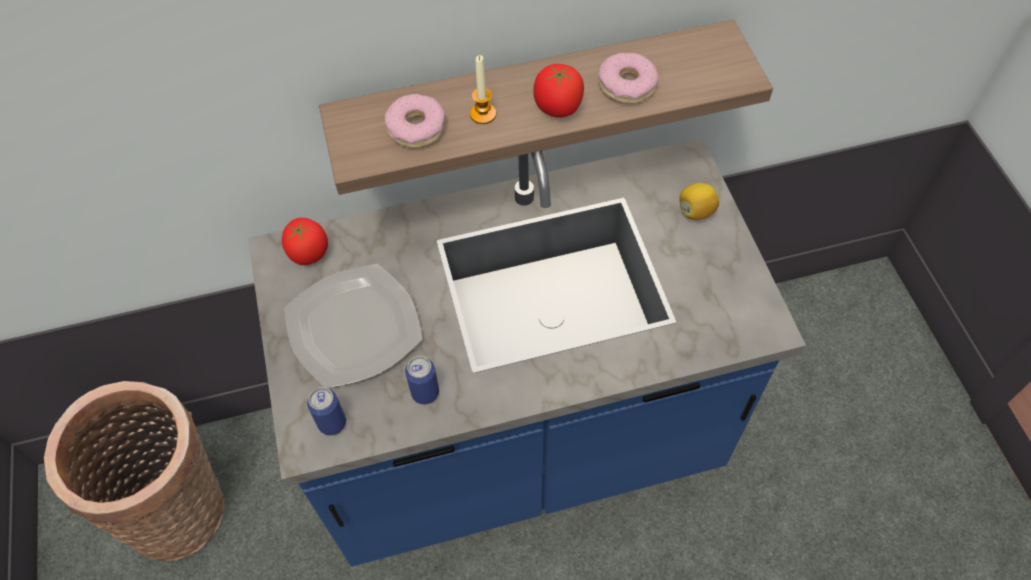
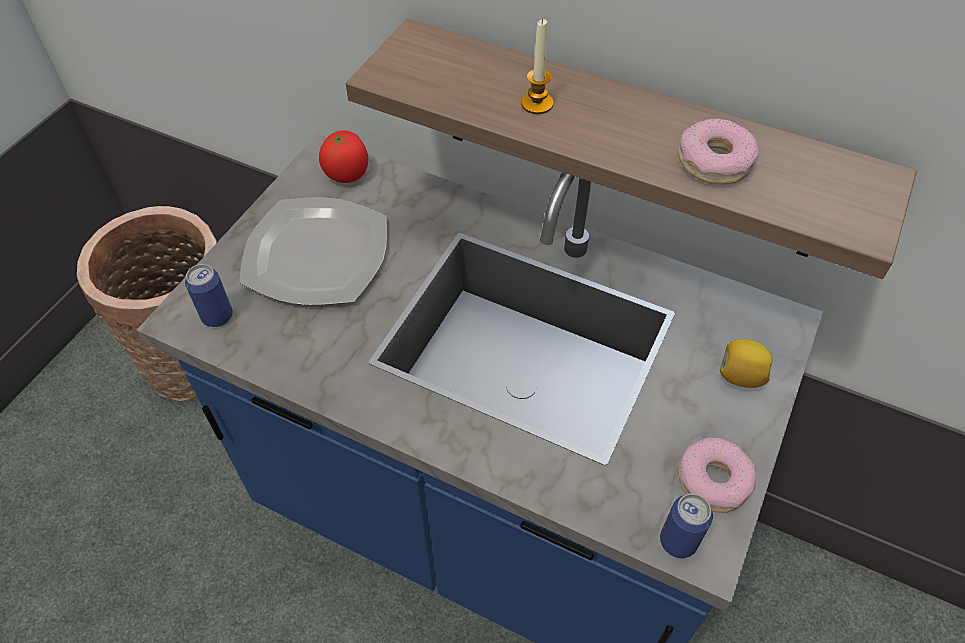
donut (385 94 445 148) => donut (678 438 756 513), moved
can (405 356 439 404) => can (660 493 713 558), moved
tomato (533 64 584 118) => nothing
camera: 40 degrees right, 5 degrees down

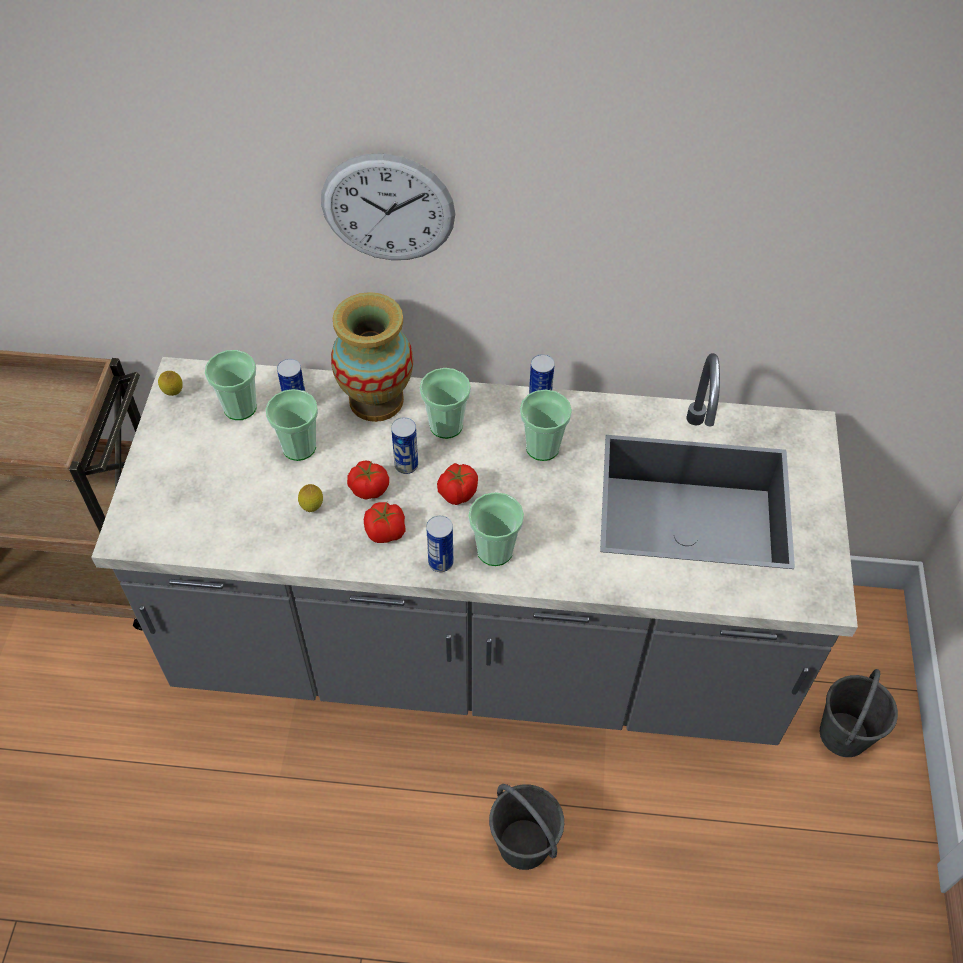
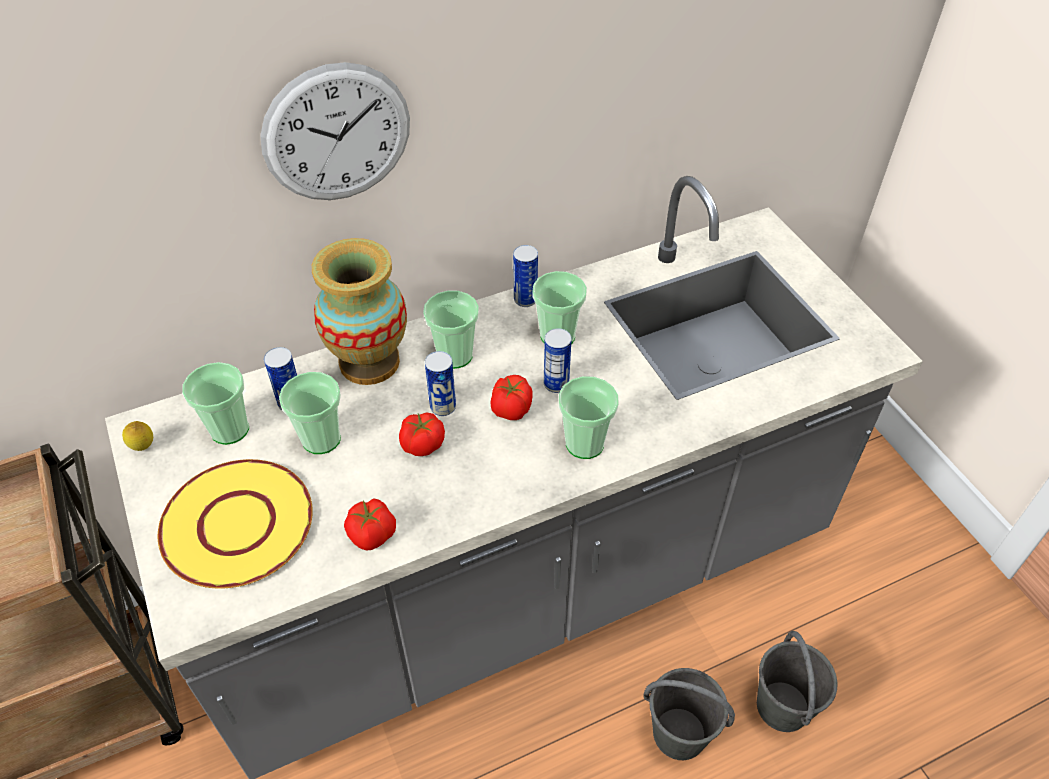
lemon (298 484 323 512) => nothing
tomato (364 502 406 543) => tomato (344 498 396 551), moved
can (426 516 454 572) => can (544 328 572 393), moved
grey bucket (820 669 898 757) => grey bucket (757 631 837 732), moved
nothing => yellow plate (158 459 313 589)
camera: 30 degrees left, 5 degrees down

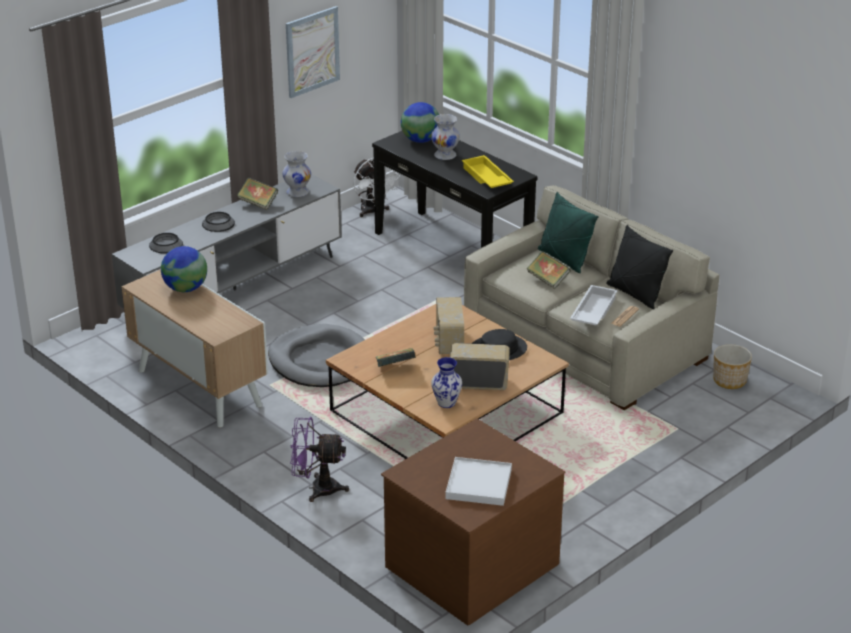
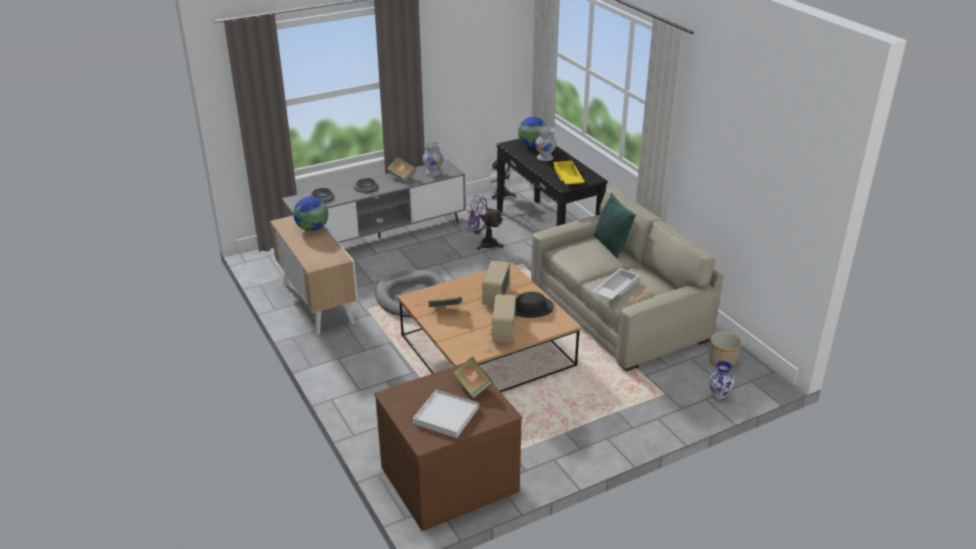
picture (286 6 340 98) => nothing
purple fan (290 417 349 502) => purple fan (467 196 503 250), moved
vase (431 357 462 408) => vase (709 361 734 401), moved
radio (450 343 510 390) => radio (490 294 516 343), 105 degrees counterclockwise
book (527 251 571 289) => book (452 357 493 399), moved
black pillow (607 225 673 309) => nothing
camera: 15 degrees right, 0 degrees up

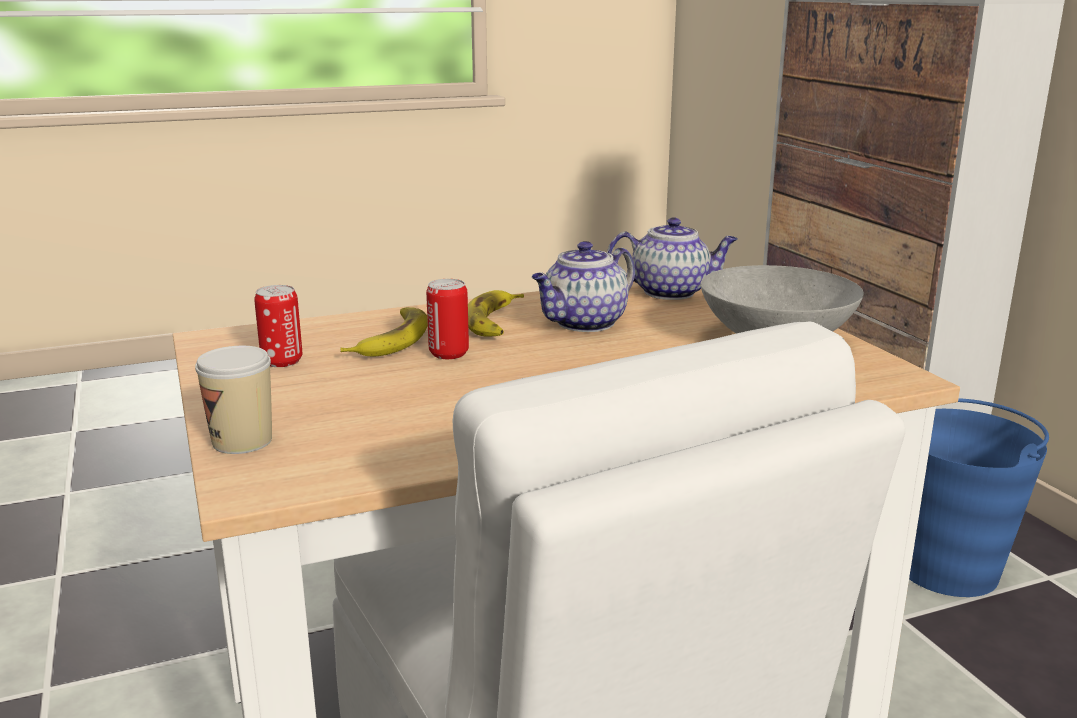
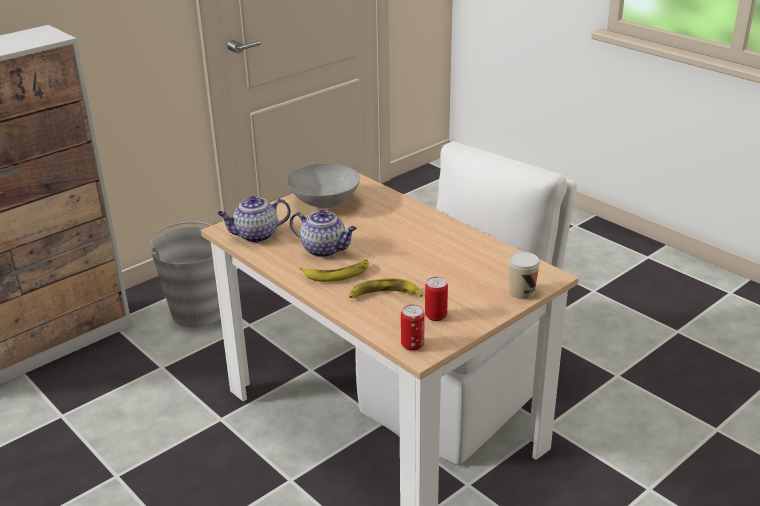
can (426 279 469 359) => can (401 304 425 351), moved
teapot (607 217 738 300) => teapot (217 196 291 243), 90 degrees counterclockwise
blue bucket (909 398 1049 597) => grey bucket (150 221 220 327)
camera: 110 degrees left, 10 degrees up

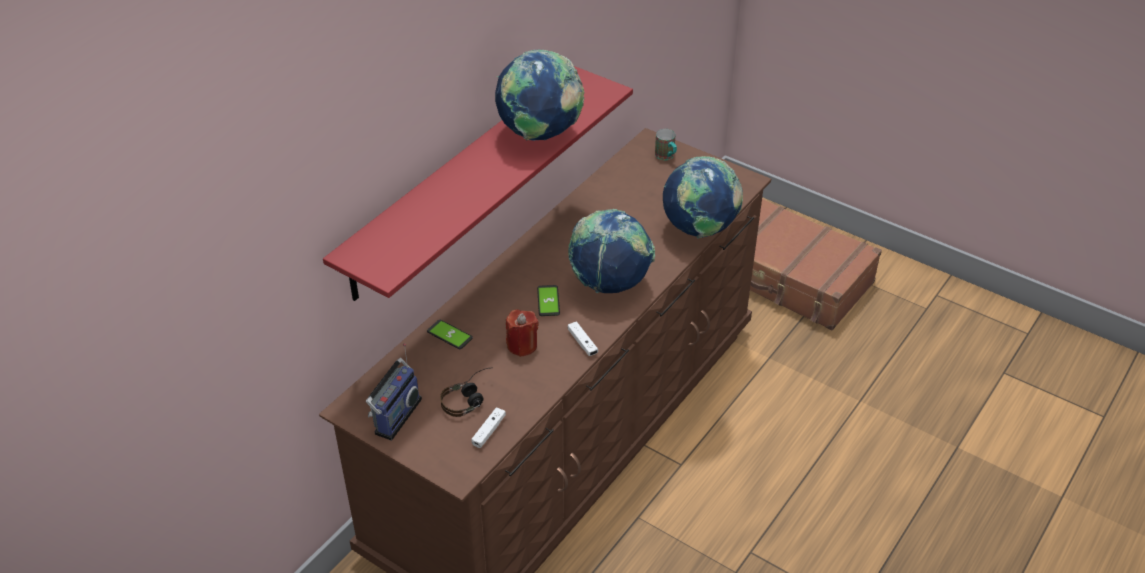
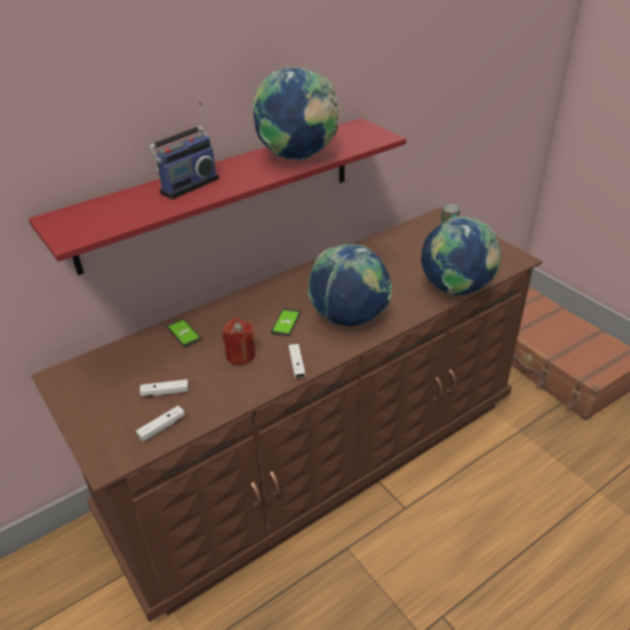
radio (366 343 422 441) => radio (148 102 219 199), moved
headphones (440 368 490 417) => white game controller (140 379 189 396)
camera: 20 degrees right, 5 degrees down

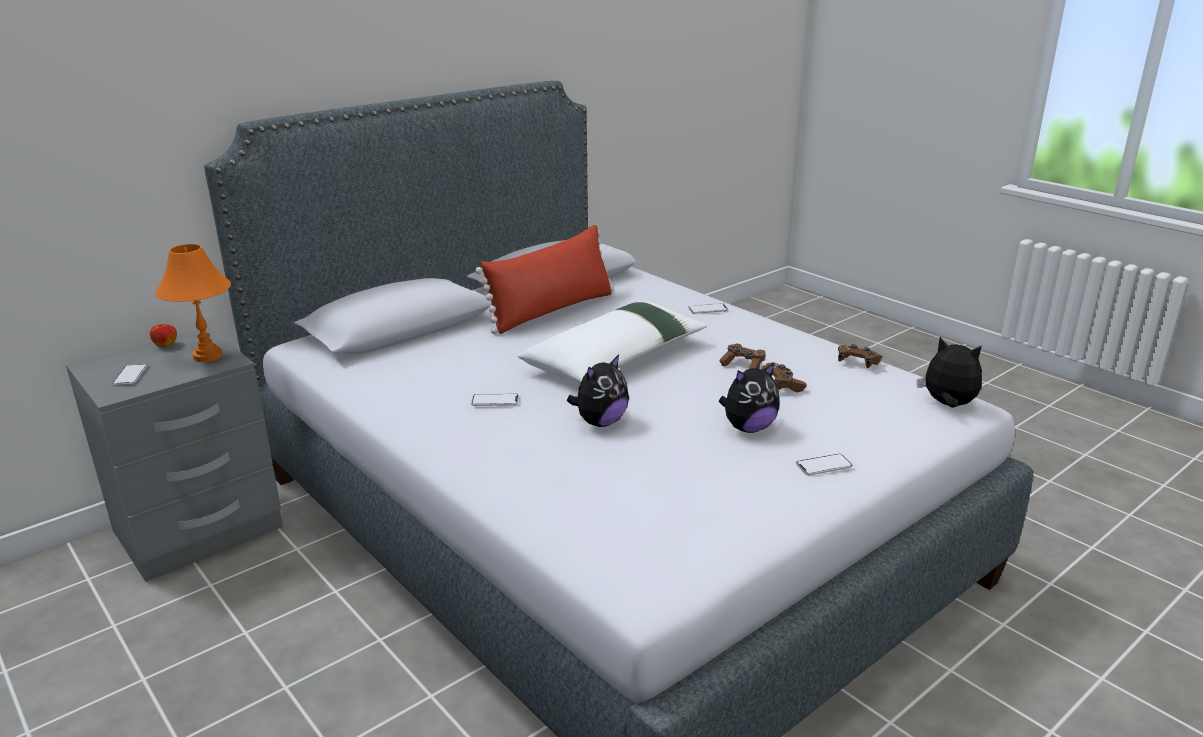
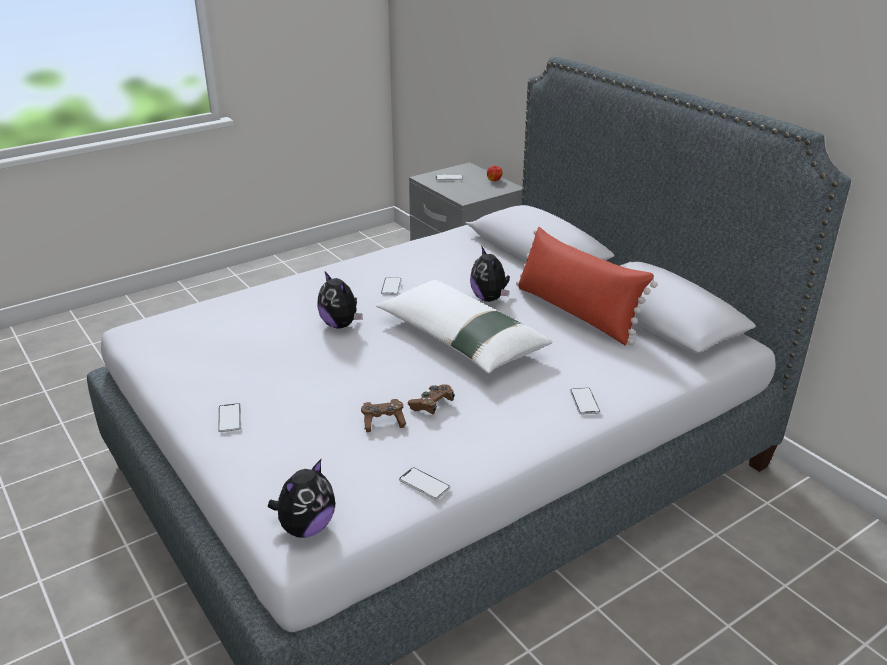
orange table lamp (155 244 231 362) => nothing
plush toy (719 362 780 433) => plush toy (470 247 510 302), moved
brown game controller (838 344 882 368) => phone (399 467 450 499)
camera: 95 degrees right, 5 degrees up

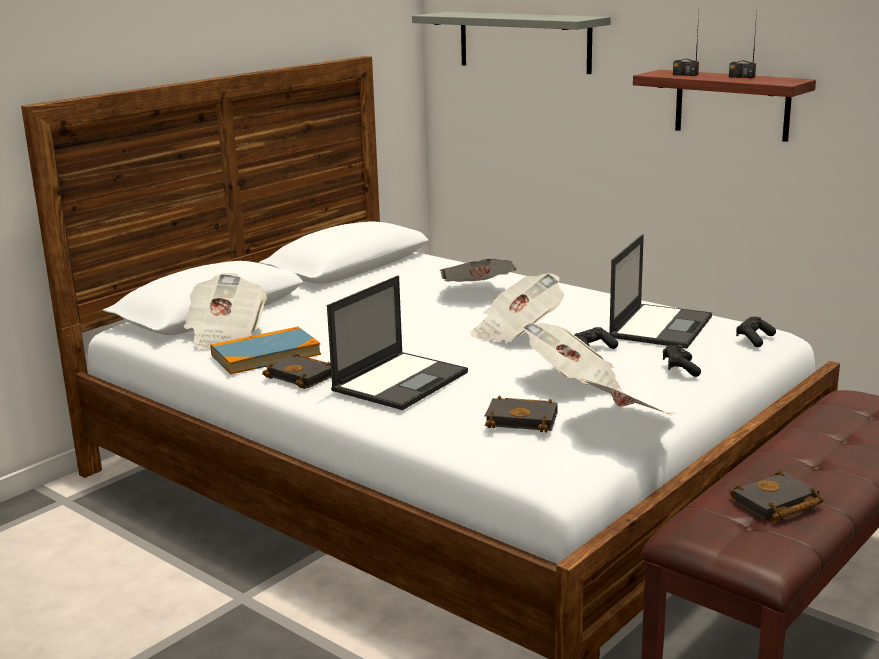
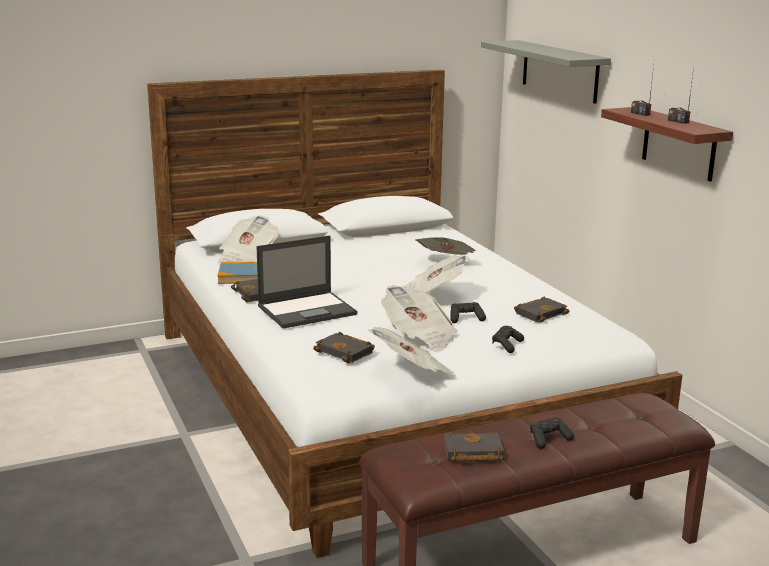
laptop (609 234 712 348) => black book (514 296 569 323)
black game controller (736 316 776 347) => black game controller (530 417 574 449), moved
camera: 25 degrees right, 0 degrees up

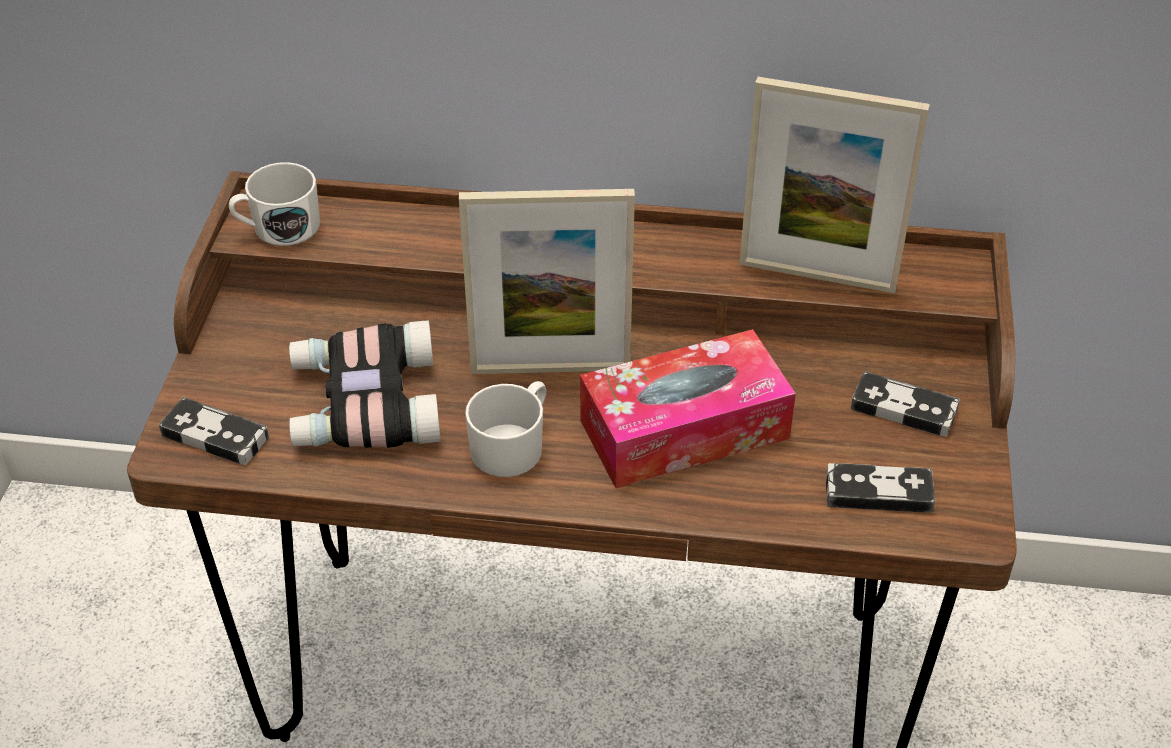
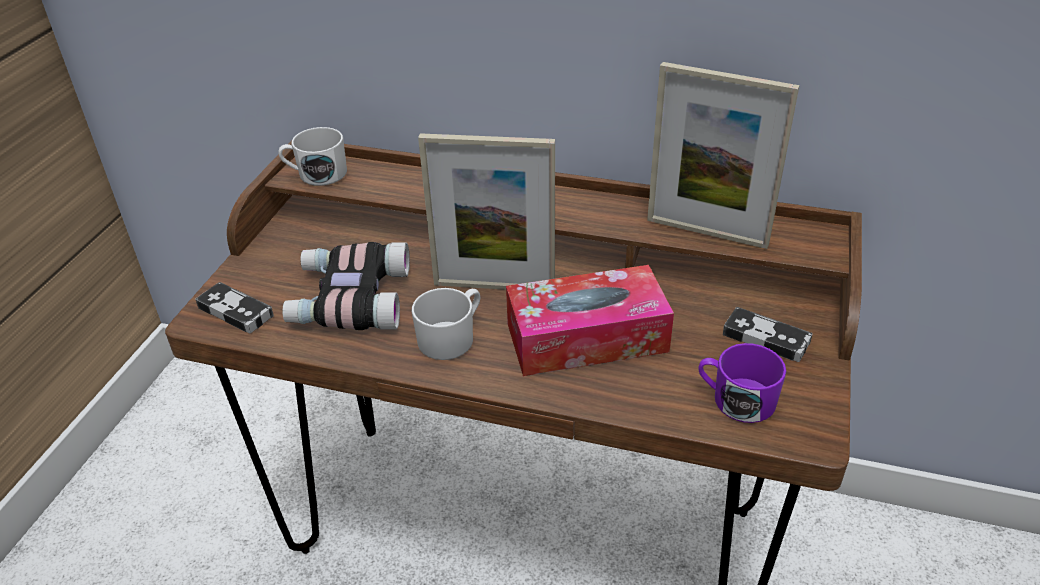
game controller (826 463 935 513) => purple mug (699 343 786 423)
camera: 10 degrees right, 5 degrees down

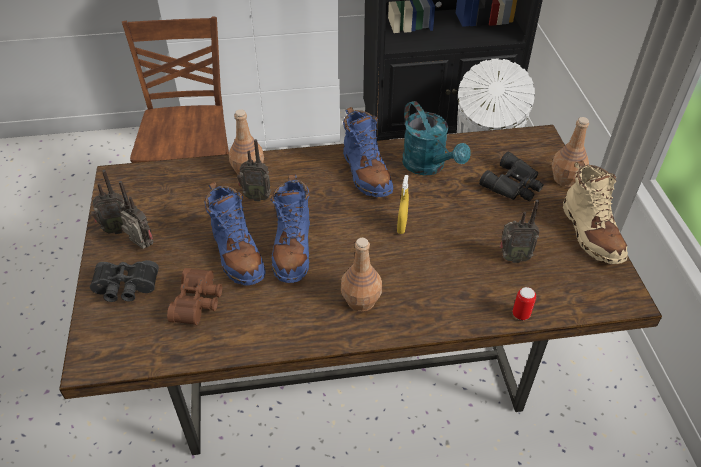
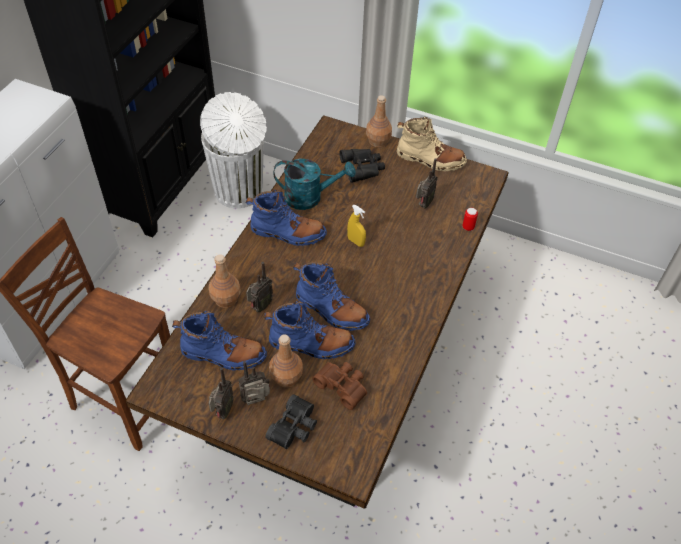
brown bottle (341 238 382 312) => brown bottle (269 334 303 387), moved
nothing => blue boot (172 310 267 370)
camera: 60 degrees left, 5 degrees up

